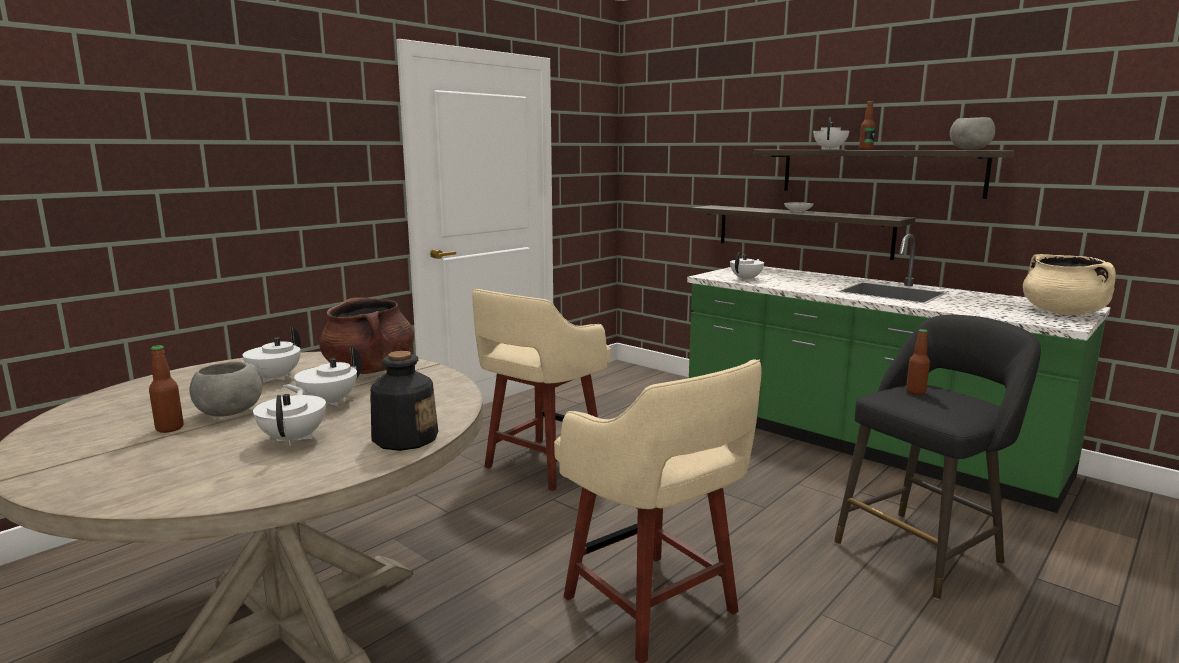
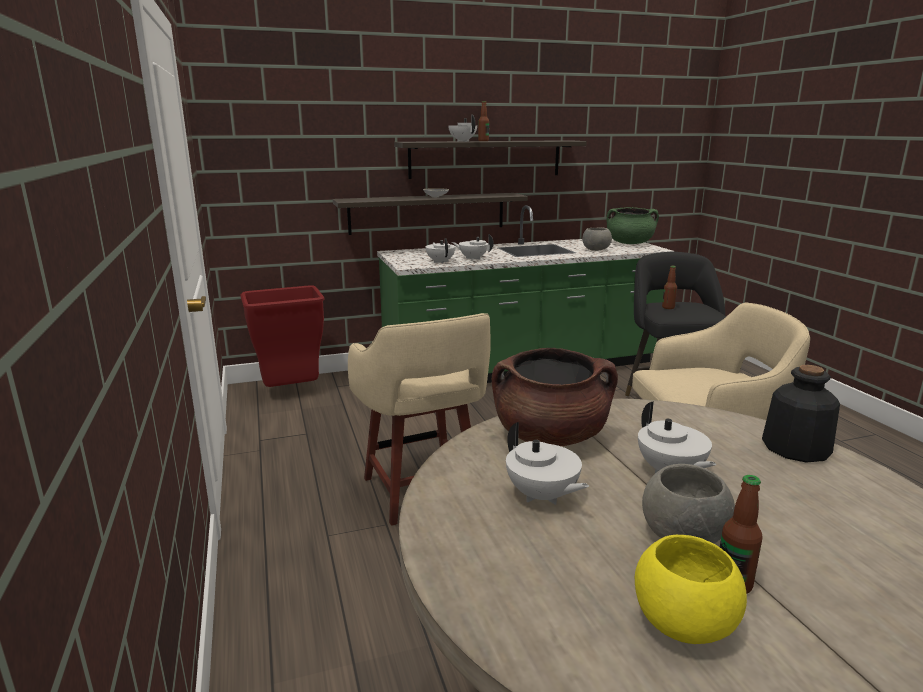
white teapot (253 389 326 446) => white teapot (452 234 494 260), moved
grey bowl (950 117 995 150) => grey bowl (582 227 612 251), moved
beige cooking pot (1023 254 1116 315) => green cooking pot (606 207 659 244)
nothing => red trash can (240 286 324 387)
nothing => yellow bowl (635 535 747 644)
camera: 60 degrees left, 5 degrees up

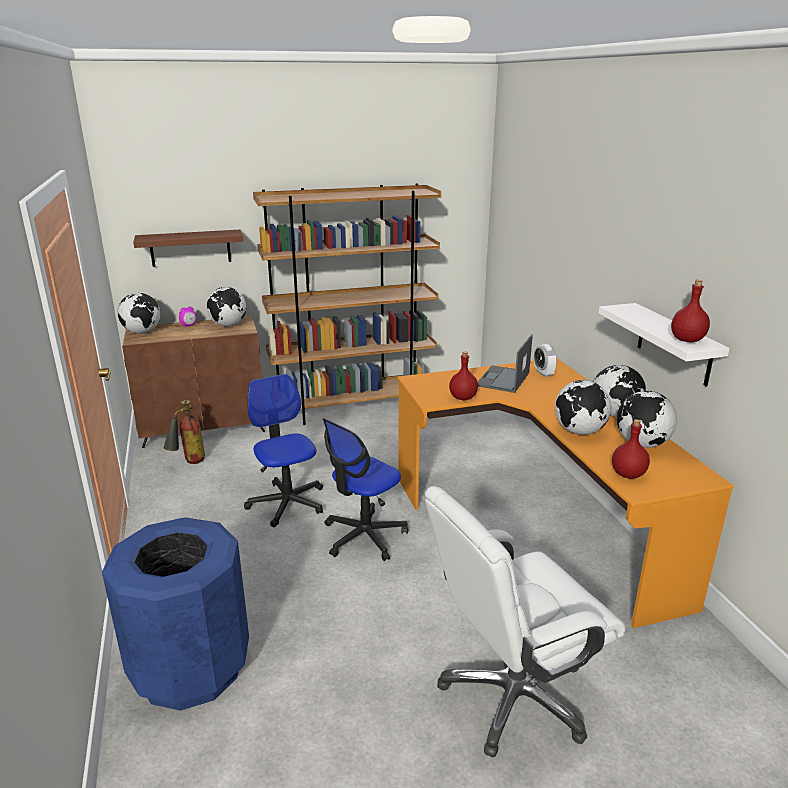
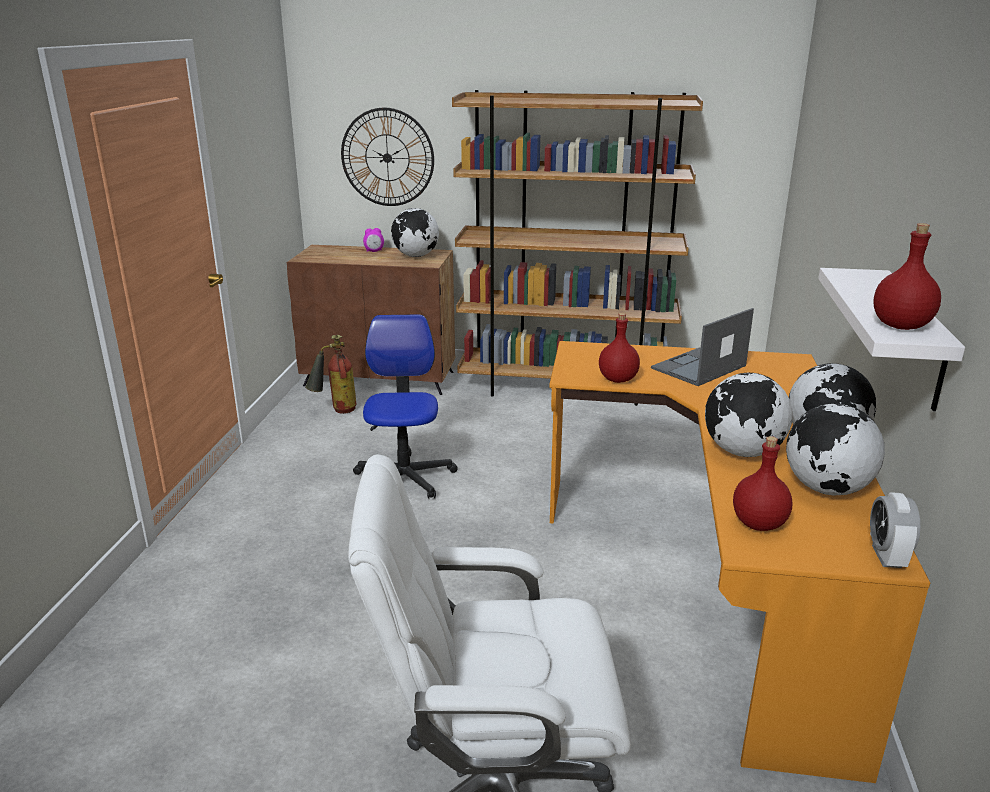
blue trash can (102 517 249 711) => nothing
globe (118 293 160 333) => nothing
brown shelf (133 230 243 267) => wall clock (341 108 434 206)
office chair (323 418 408 561) => nothing
alarm clock (534 344 557 377) => alarm clock (870 492 920 568), moved
camera: 25 degrees right, 0 degrees up

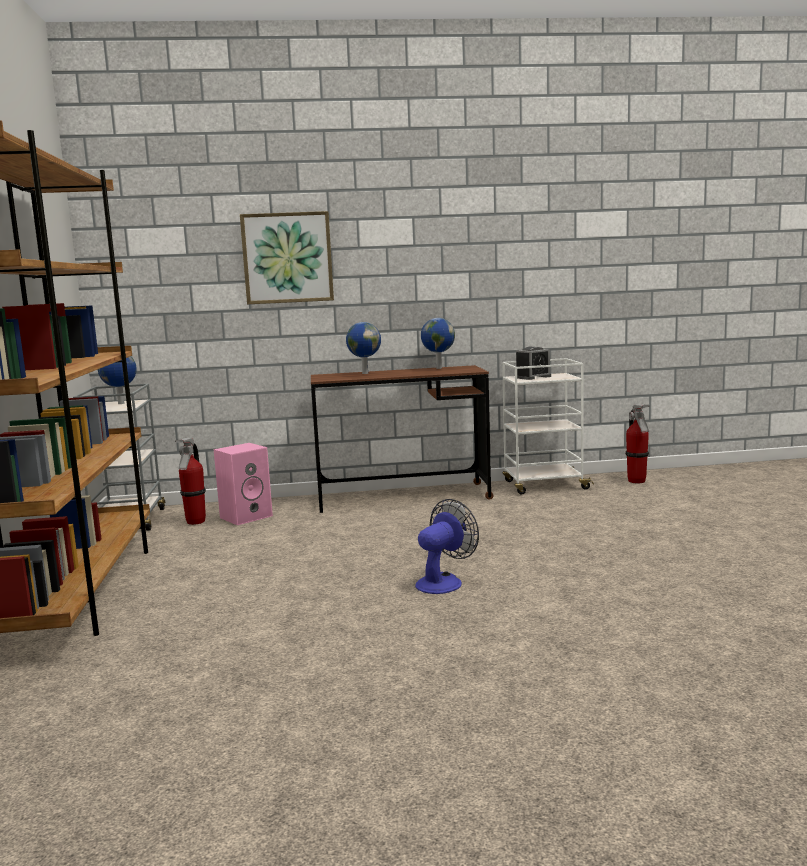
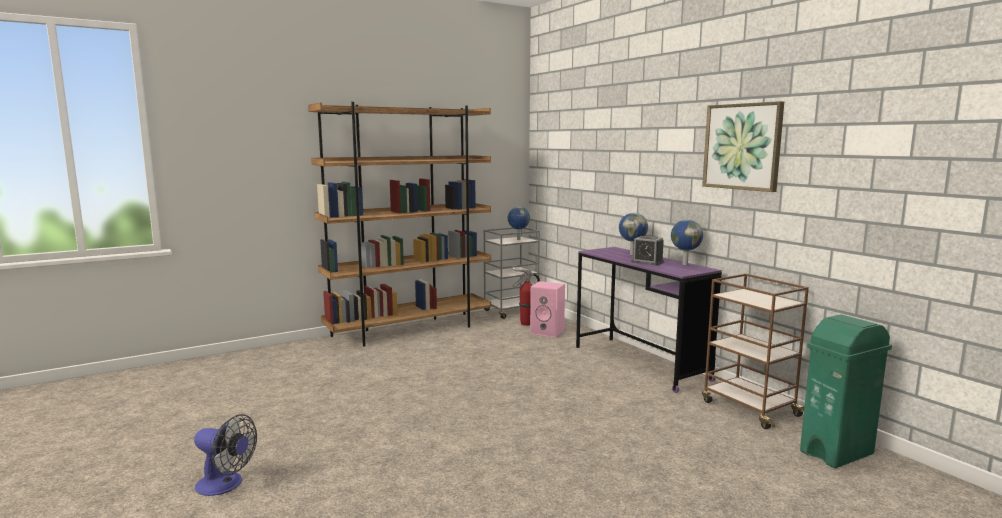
picture (240 211 334 304) => picture (702 101 784 192), moved
brown desk (311 365 494 513) => purple desk (576 247 722 393)
fan (415 499 479 594) => fan (194 414 257 496), moved
white cart (502 358 594 494) => brown cart (702 274 809 429)
alarm clock (516 347 551 380) => alarm clock (631 235 664 265), moved
fire extinguisher (625 404 650 483) => green trash can (800 315 892 468)
camera: 65 degrees right, 0 degrees up

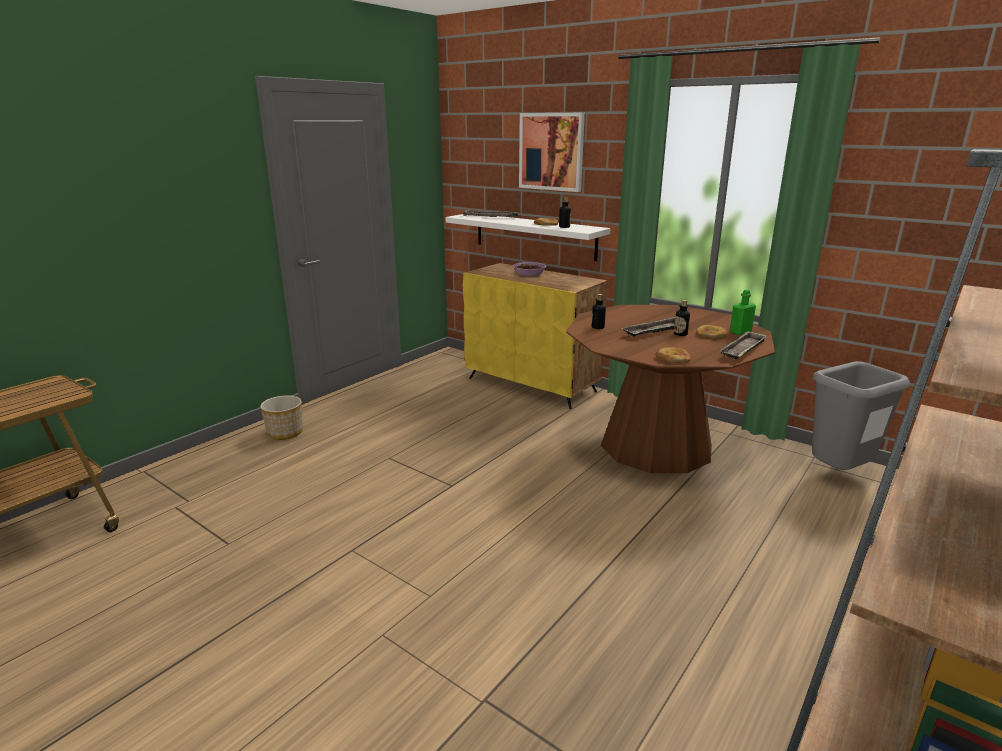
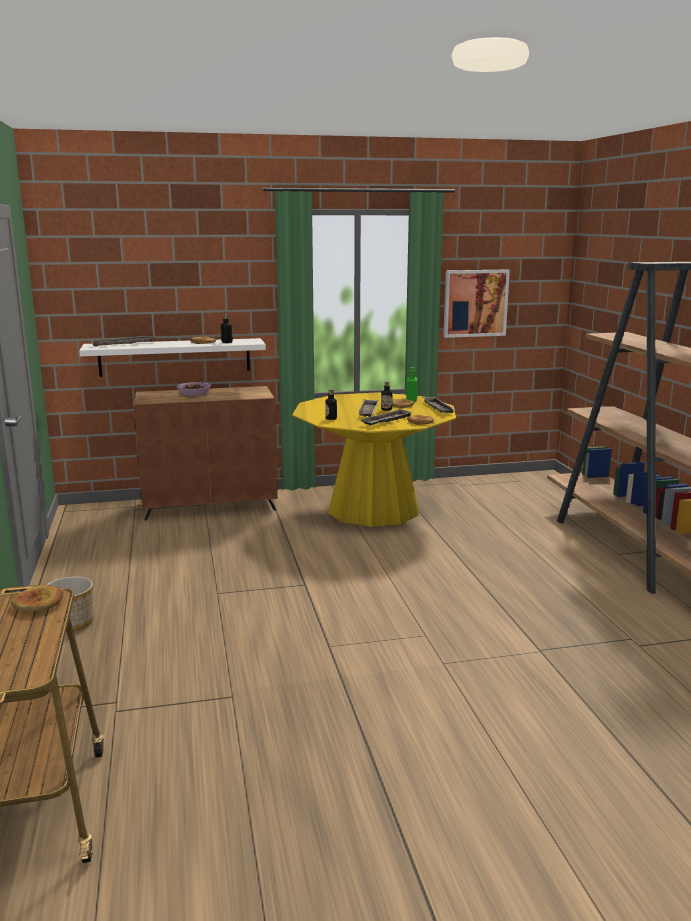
yellow cabinet (463 263 608 409) => brown cabinet (134 386 278 521)
picture (519 113 585 192) => picture (443 270 510 338), moved
brown dining table (566 305 775 473) => yellow dining table (292 392 456 527)
grey trash can (812 361 910 470) => nothing
nothing => bread (11 585 64 612)
nothing => tray (360 408 412 426)
camera: 50 degrees left, 5 degrees down

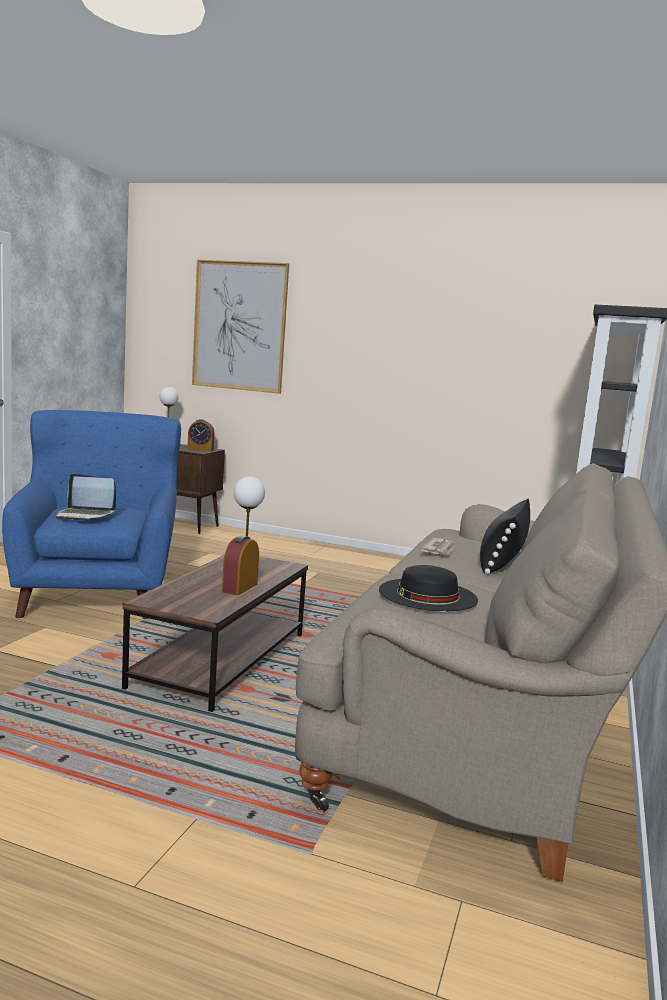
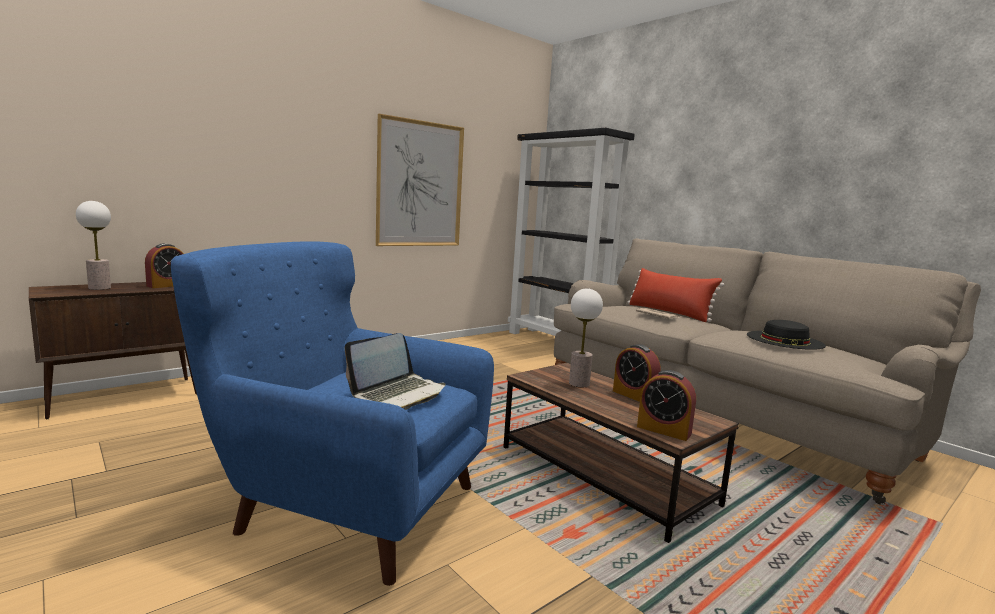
picture (192 260 289 394) => picture (376 114 464 246), moved
black pillow (480 499 531 574) => red pillow (628 268 724 322)
nothing => alarm clock (637 370 696 441)
camera: 60 degrees left, 0 degrees up

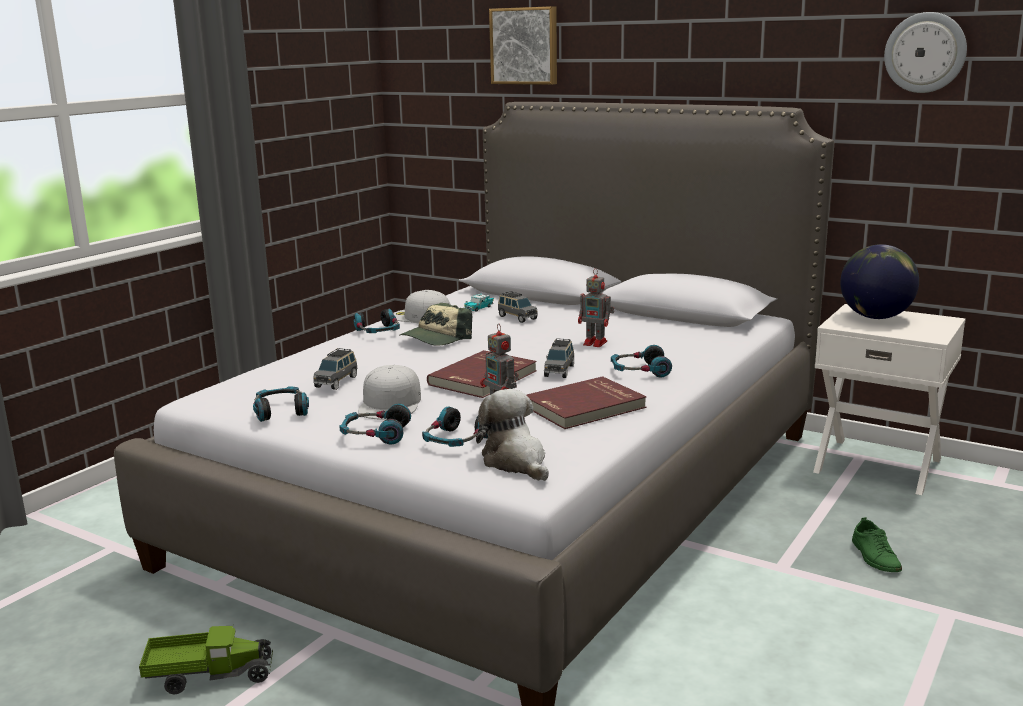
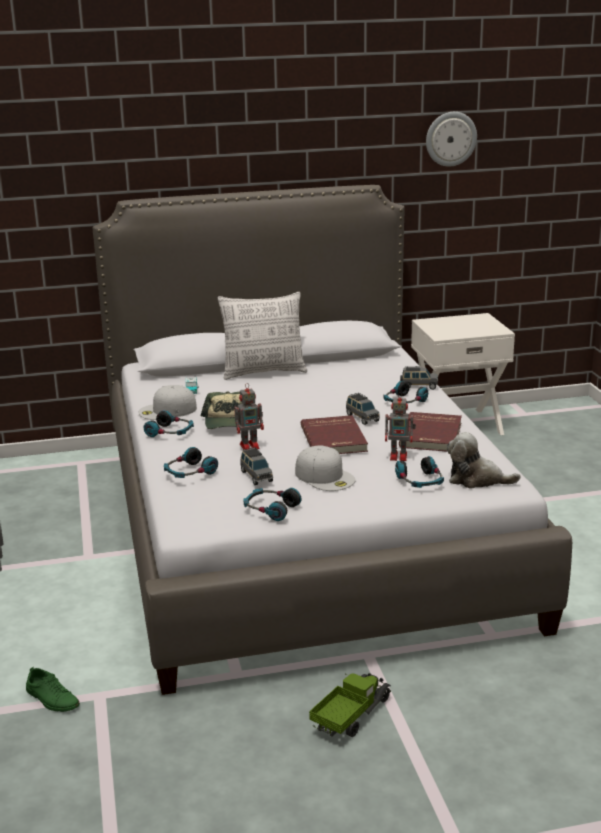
headphones (339 404 411 444) => headphones (164 447 218 478), moved
picture (489 6 557 85) => nothing
grey toy car (498 291 538 323) => grey toy car (400 366 438 390), moved
toy robot (578 268 614 347) => toy robot (234 383 264 450), moved
globe (840 244 919 319) => nothing
green shoe (852 517 902 572) => green shoe (26 666 80 712), moved
nothing => pillow (218 292 307 380)
camera: 45 degrees left, 5 degrees up

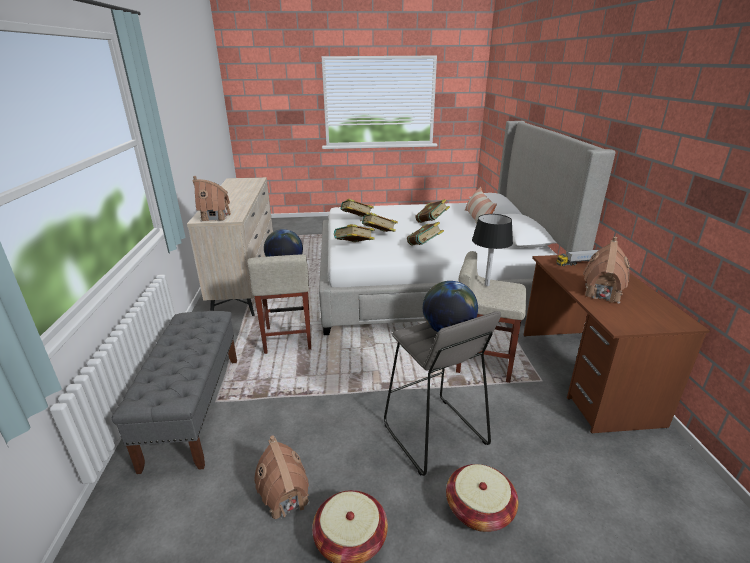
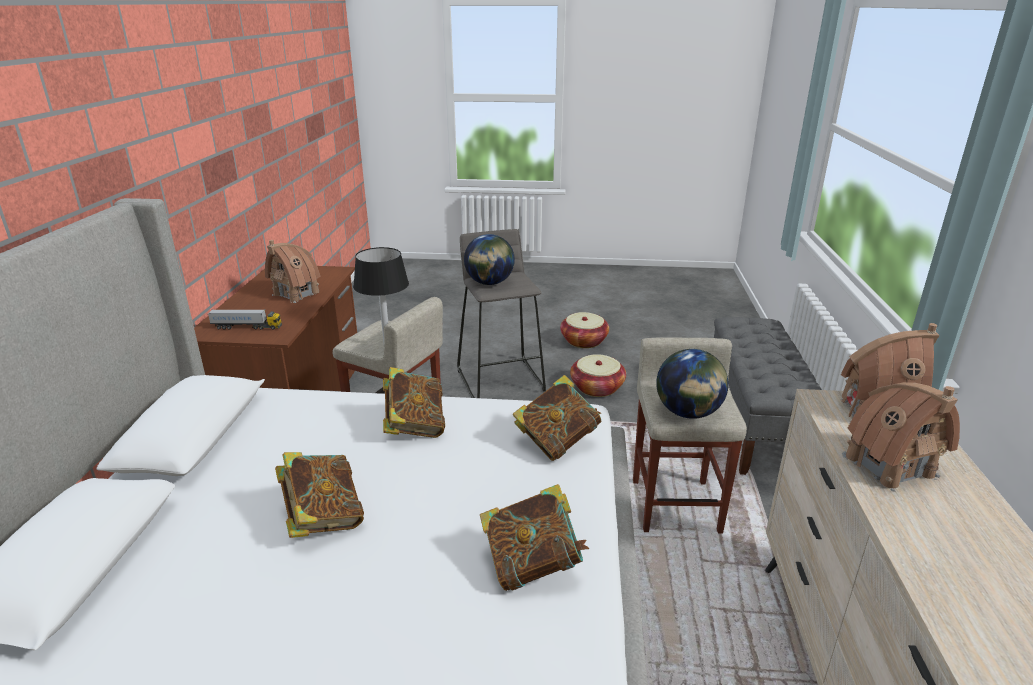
toy house (254 435 310 522) => toy house (842 382 960 492), moved
book (360 213 398 232) => nothing
basket (446 464 518 532) => basket (570 354 626 397), moved
pillow (465 187 497 224) => nothing
camera: 170 degrees left, 0 degrees up

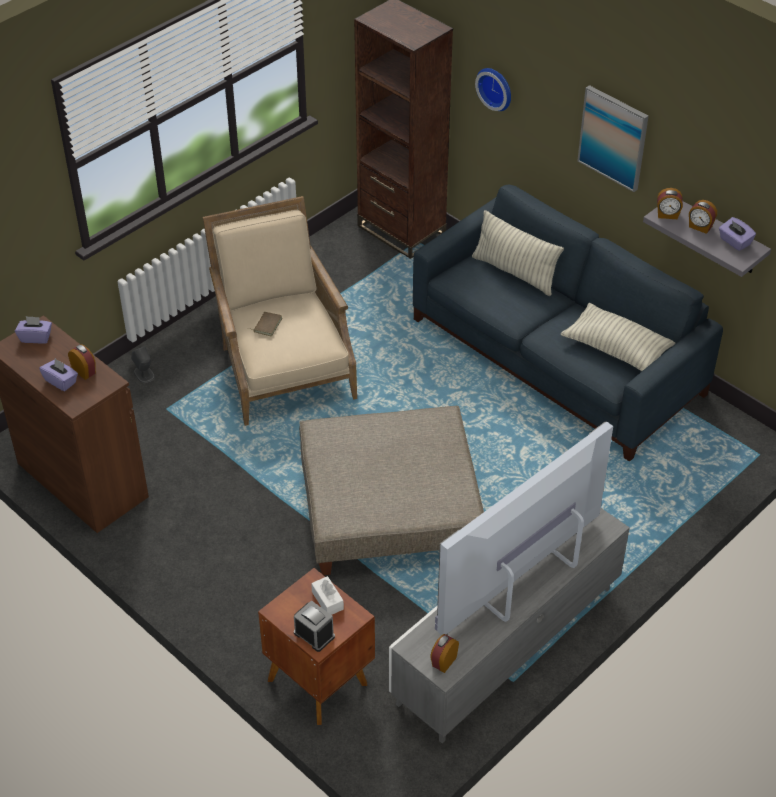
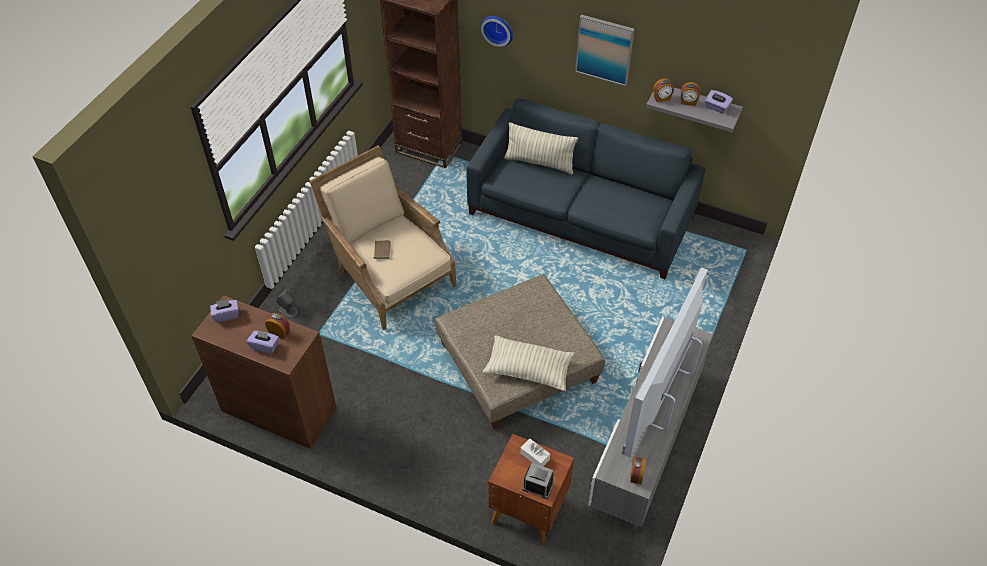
pillow (561 303 675 371) => pillow (482 335 575 391), moved
camera: 20 degrees left, 5 degrees up

